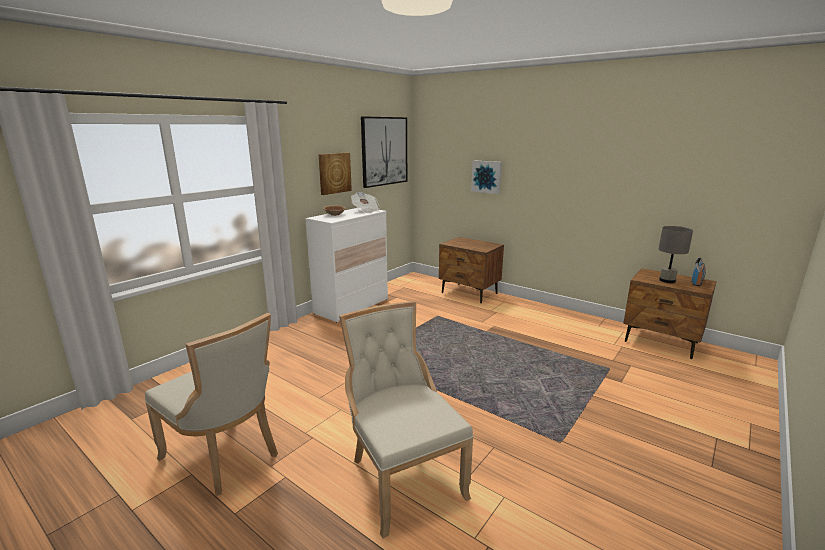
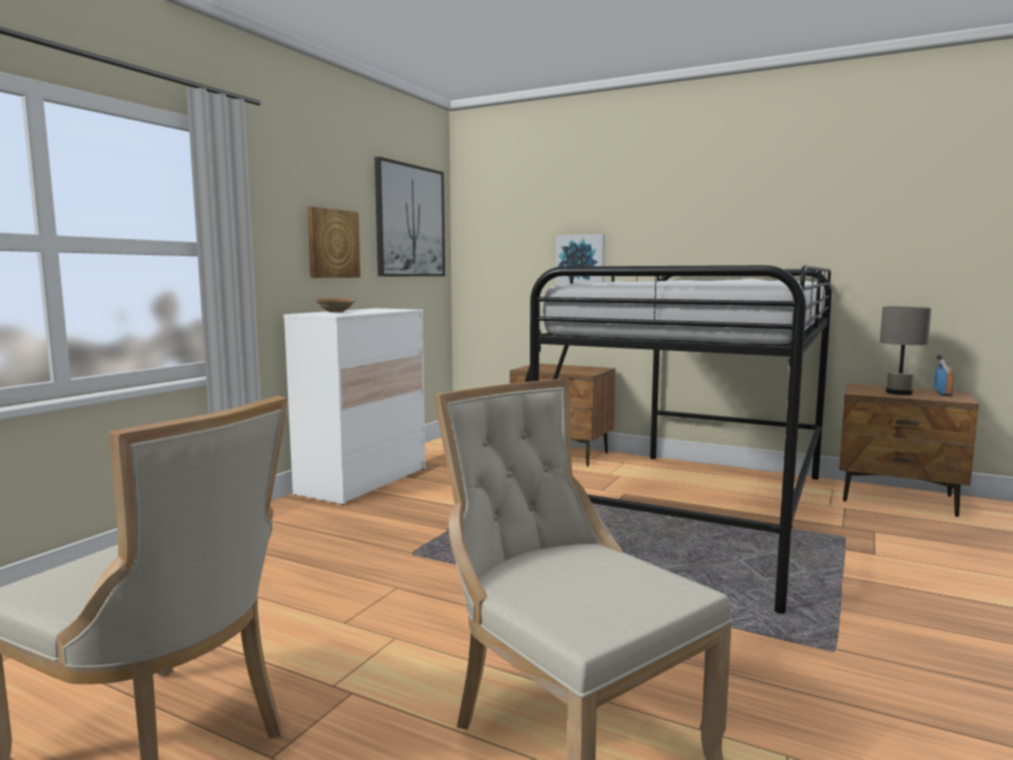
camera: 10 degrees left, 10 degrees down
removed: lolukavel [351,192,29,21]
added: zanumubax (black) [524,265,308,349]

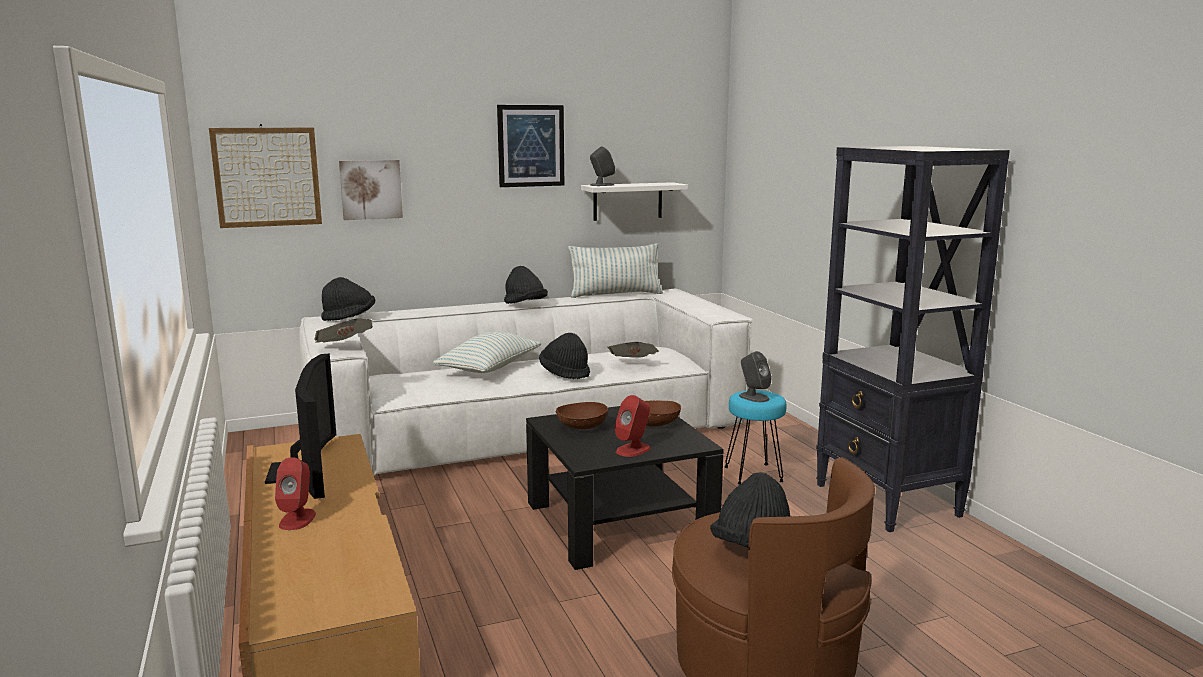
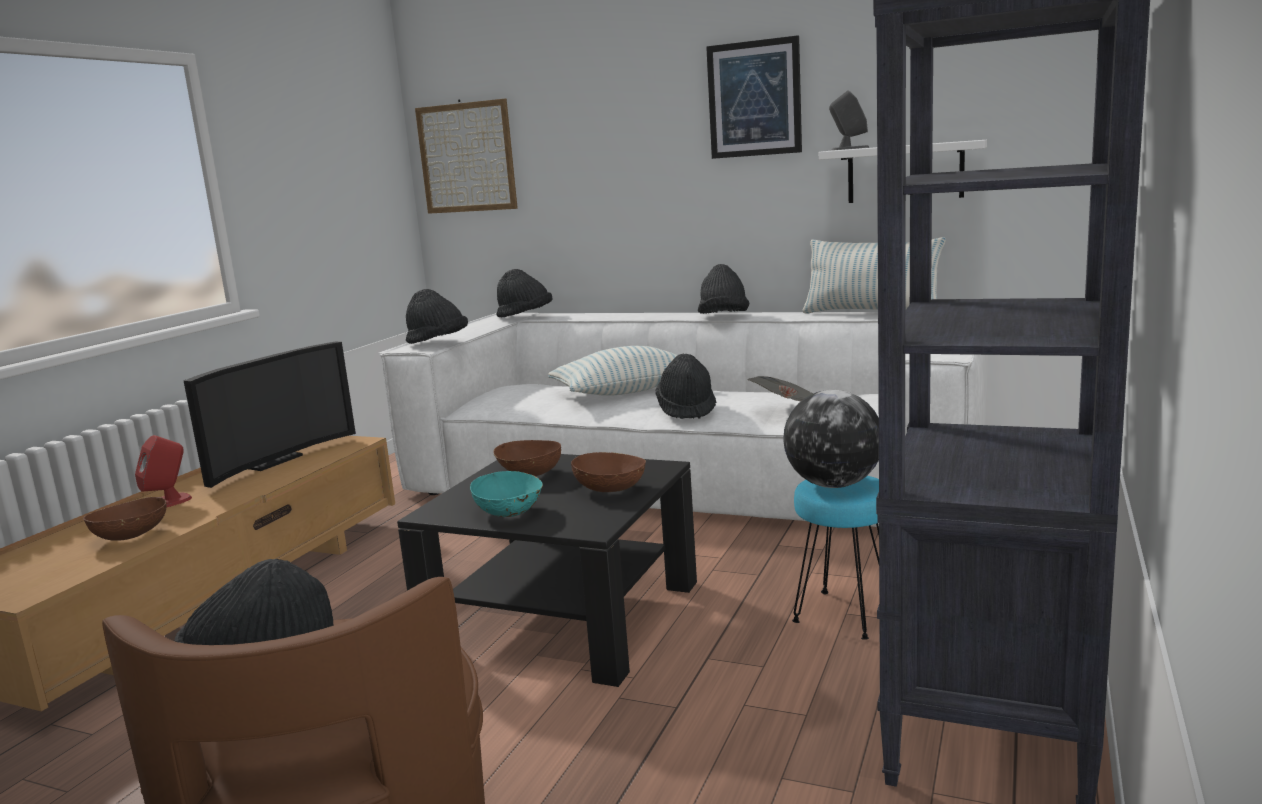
camera: 45 degrees right, 0 degrees up
removed: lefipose [339,160,64,60]
added: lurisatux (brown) [83,497,83,44]
replaced: lolukavel [314,318,58,25] to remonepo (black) [406,289,62,55]; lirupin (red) [615,395,35,62] to lurisatux (turquoise) [470,471,73,46]; lirupin (grey) [739,351,33,51] to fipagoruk [783,390,96,98]

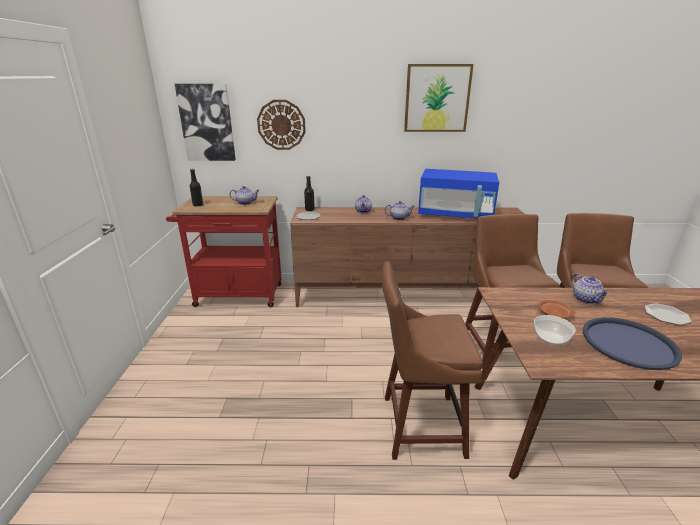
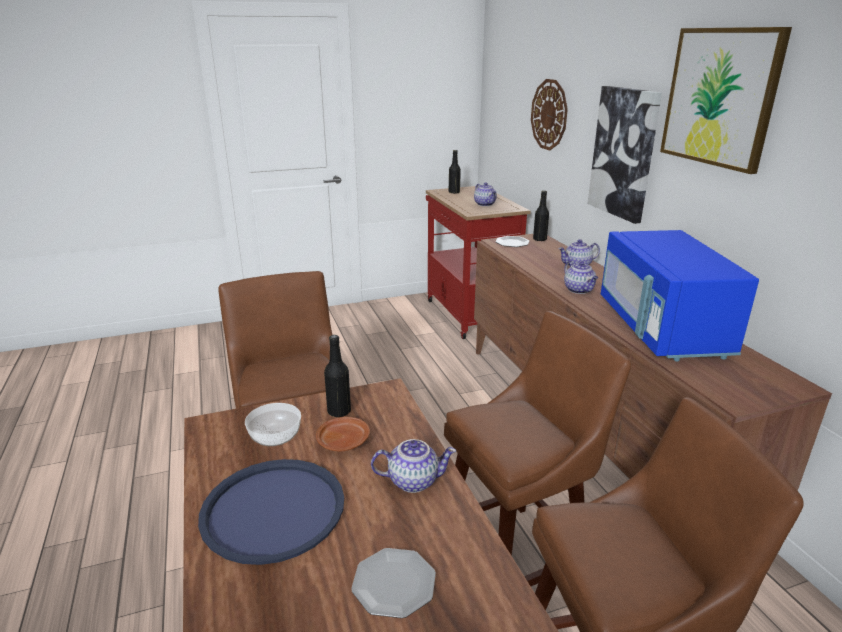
camera: 70 degrees right, 0 degrees up
added: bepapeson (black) [324,335,27,82]
moved: lefipose [175,84,61,77] to [588,86,74,138]
turned: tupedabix [572,273,38,31] = [371,439,85,54] 150 degrees counterclockwise

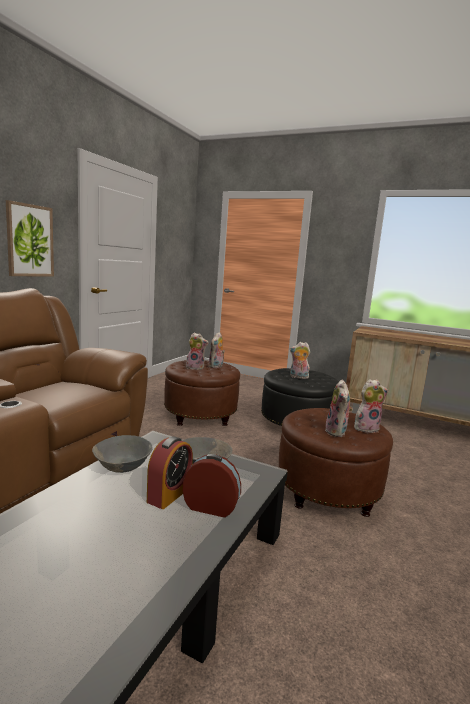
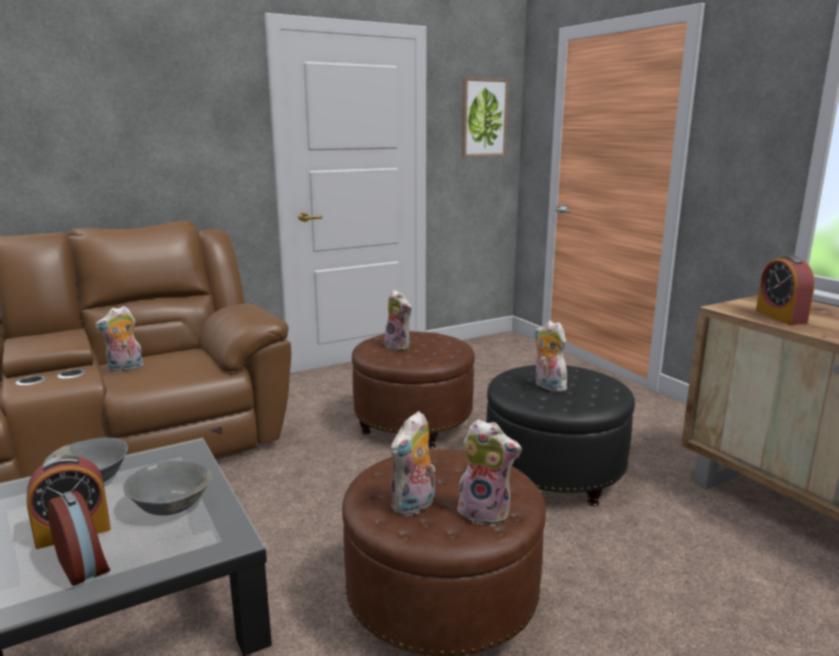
camera: 35 degrees right, 5 degrees up
added: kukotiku [756,255,59,70]
moved: lefipose [6,200,48,77] to [462,77,47,80]; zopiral [208,332,17,36] to [95,306,49,66]

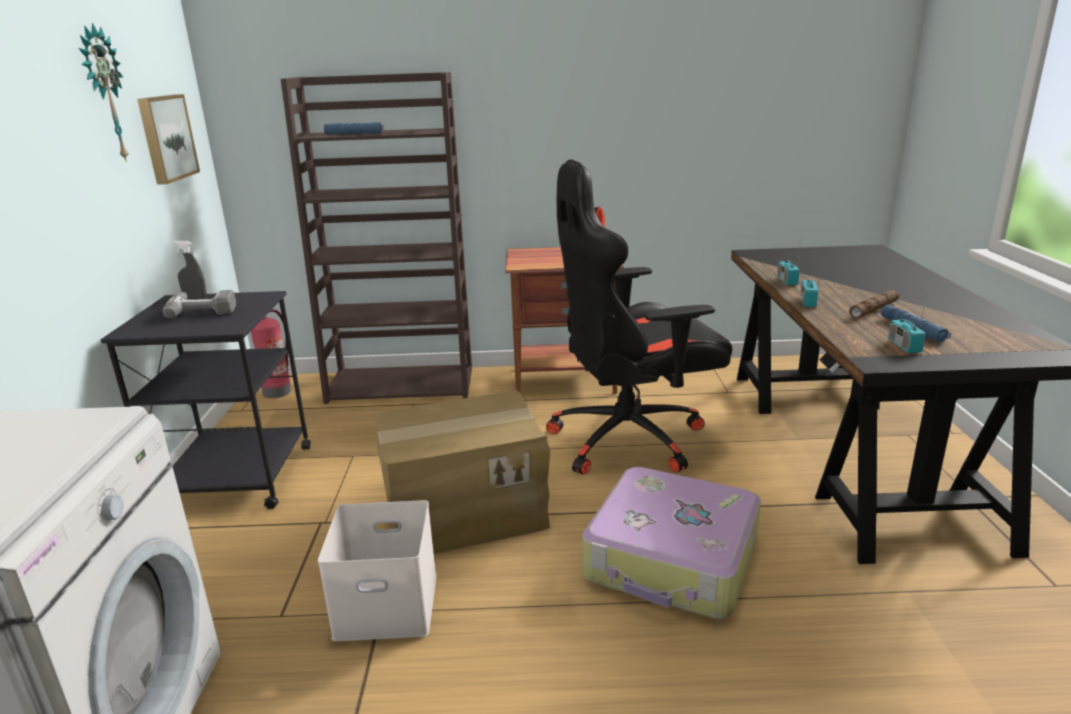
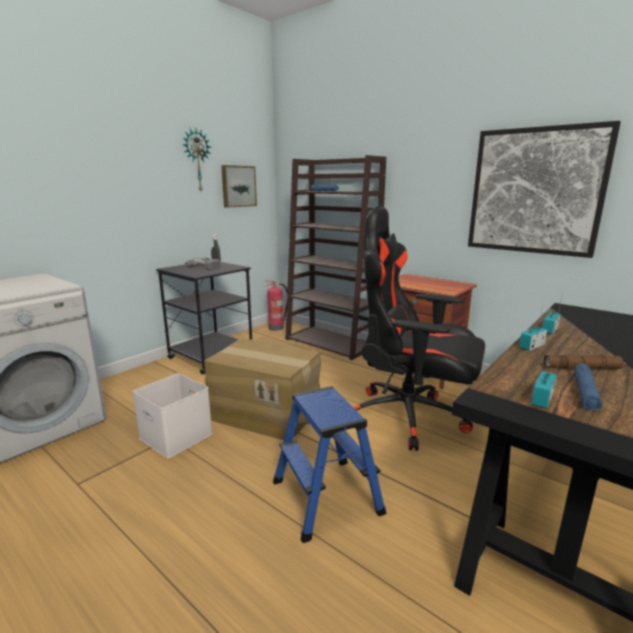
camera: 40 degrees right, 5 degrees down
added: lefipose [468,121,153,137]
replaced: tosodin [582,467,179,152] to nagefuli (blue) [273,386,113,157]

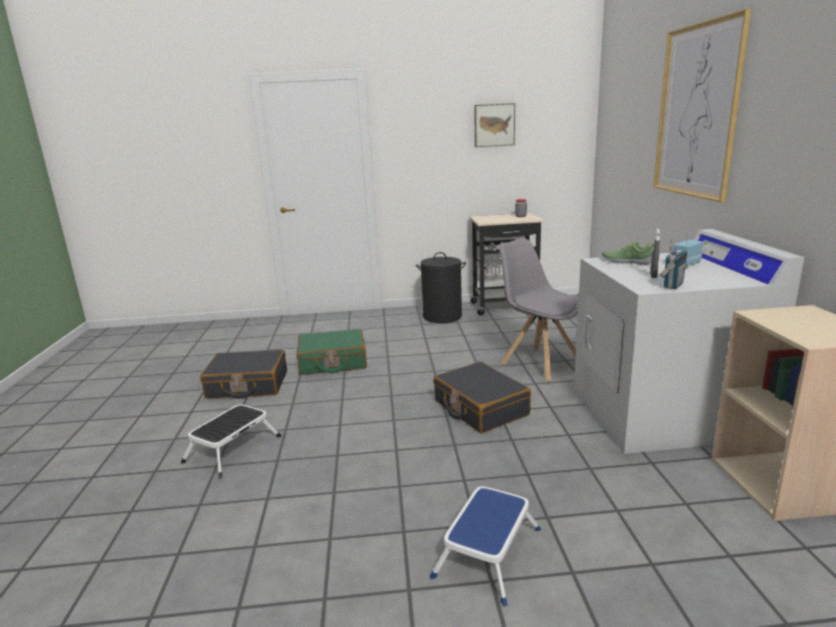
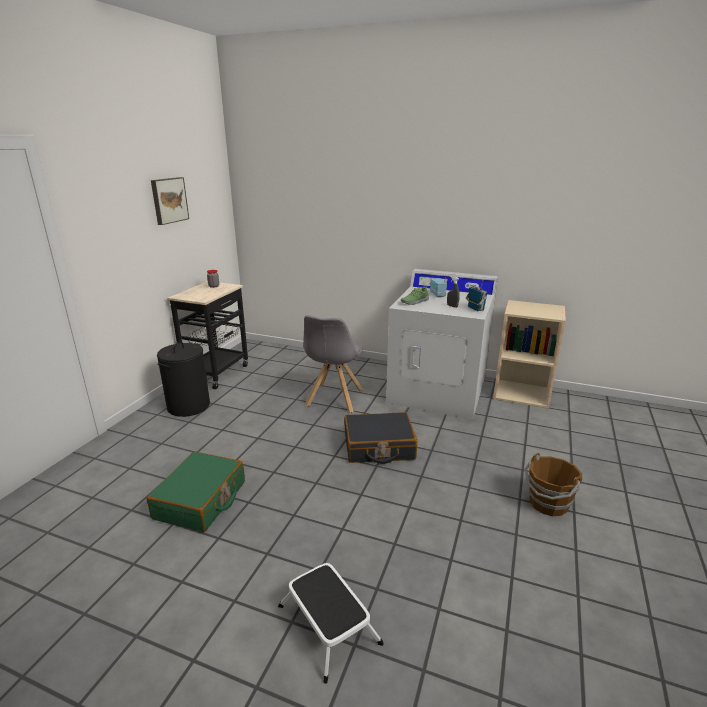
camera: 65 degrees left, 5 degrees up
removed: tosodin (black) [200,350,87,49]; lefipose [653,8,98,194]
replaced: nagefuli (blue) [430,486,111,120] to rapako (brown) [525,453,57,63]
turned: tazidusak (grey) [499,238,80,143] = [303,315,60,98] 60 degrees counterclockwise

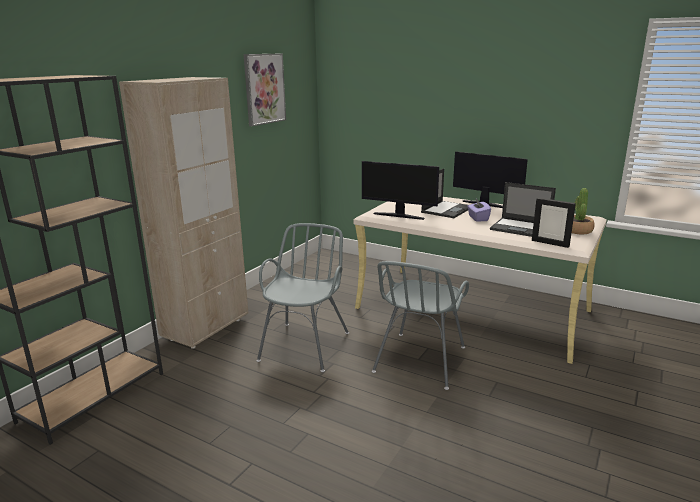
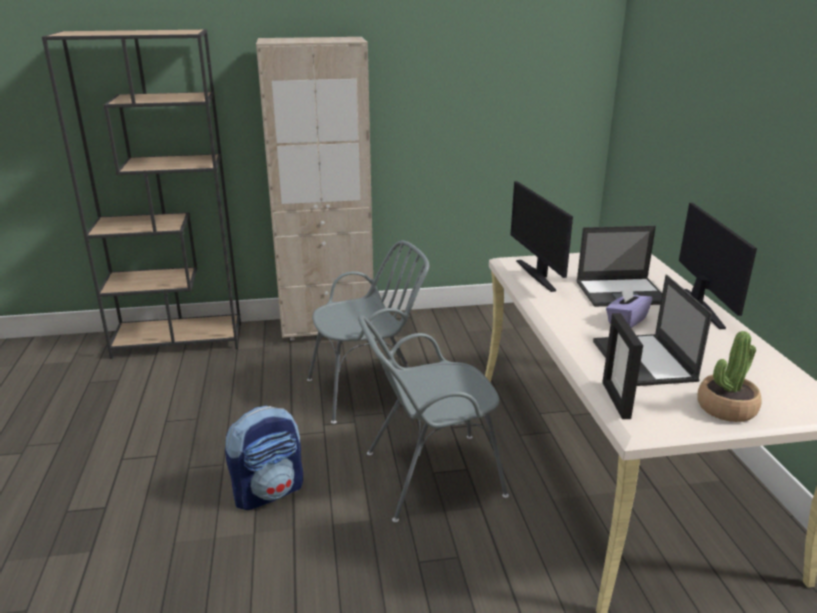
camera: 50 degrees right, 5 degrees up
removed: lefipose [244,54,42,72]
added: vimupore [225,406,78,104]

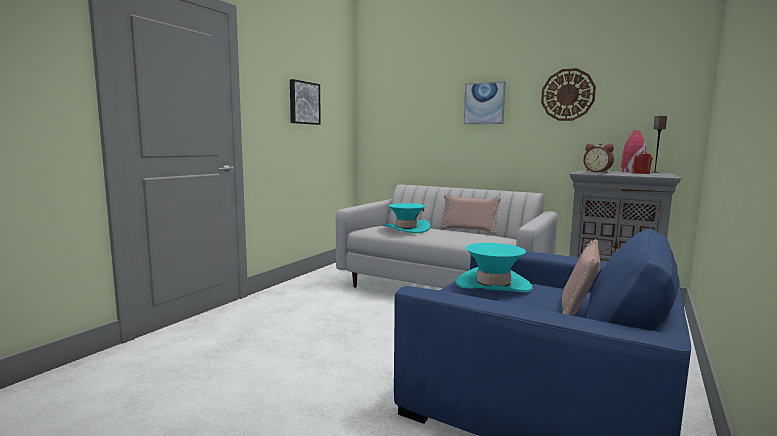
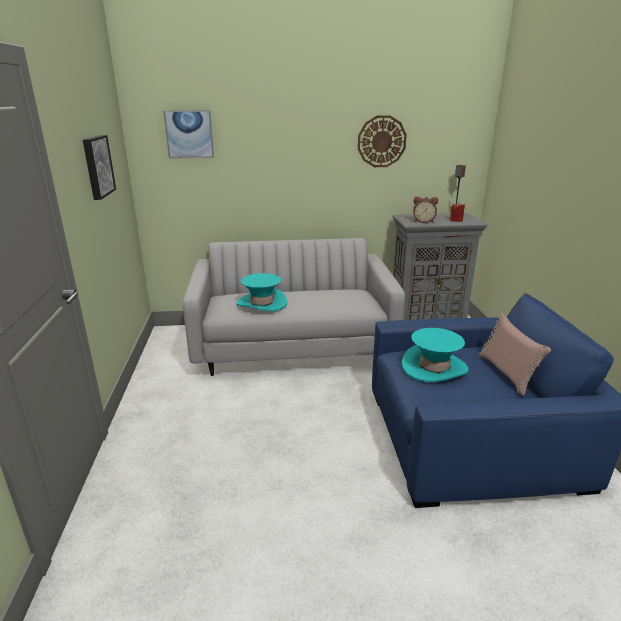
camera: 35 degrees left, 15 degrees up
removed: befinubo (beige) [440,194,61,40]; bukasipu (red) [621,130,25,42]
moved: lefipose [464,81,42,43] to [163,110,51,48]

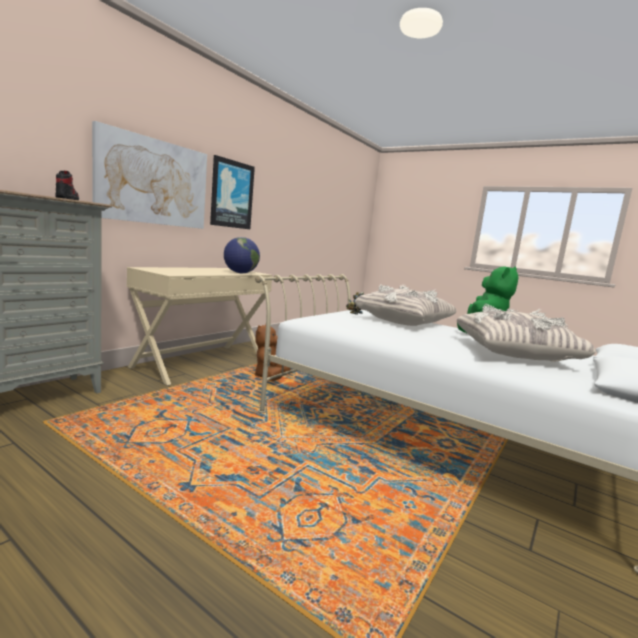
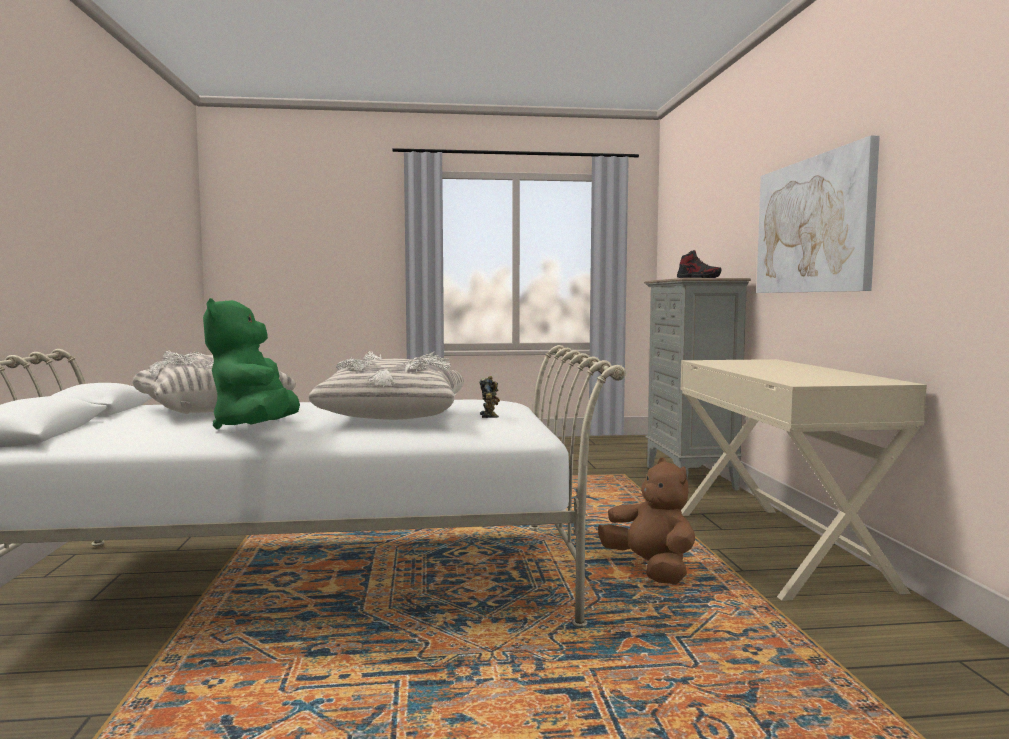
camera: 140 degrees right, 5 degrees down
removed: lefipose [210,155,45,74]; fipagoruk [224,237,36,36]

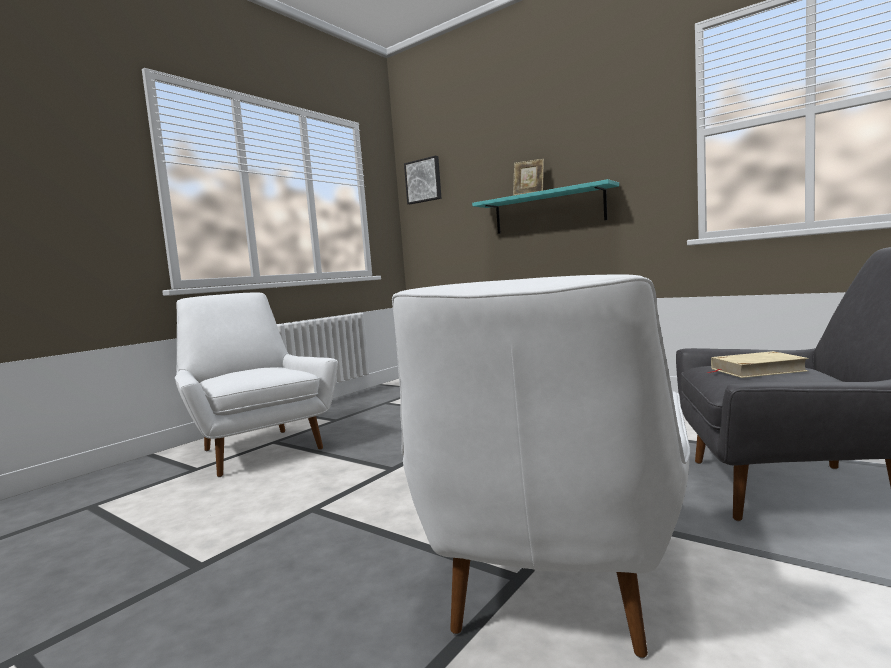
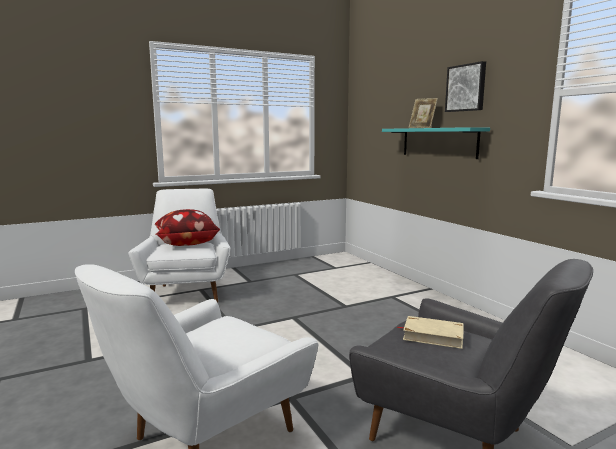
camera: 25 degrees right, 5 degrees up
added: befinubo [155,209,65,37]
moved: lefipose [404,156,38,48] to [445,61,41,51]

